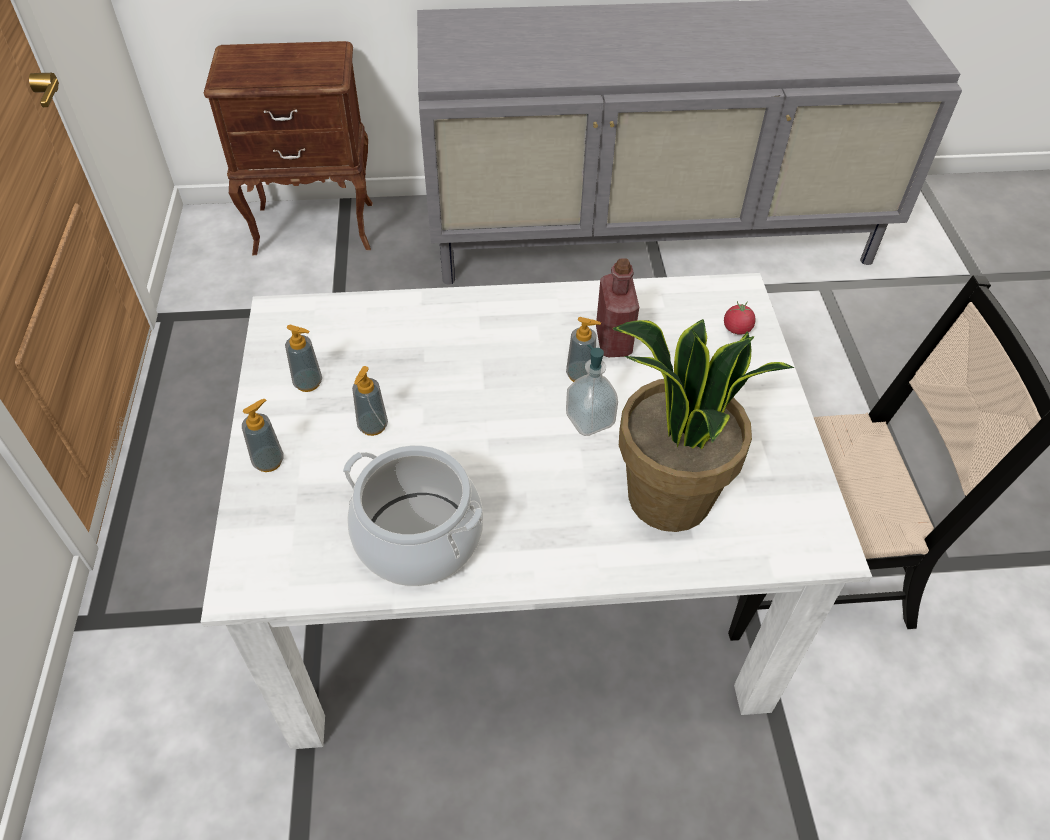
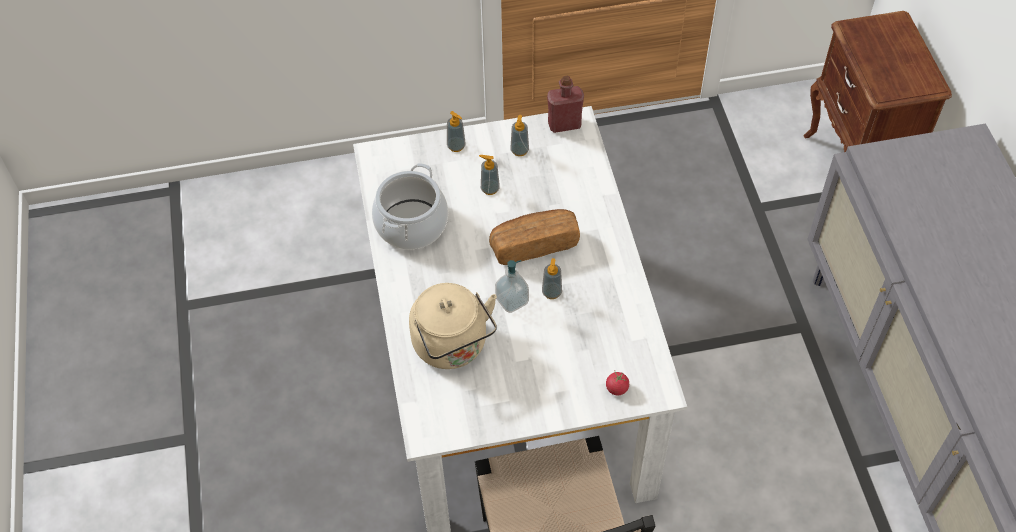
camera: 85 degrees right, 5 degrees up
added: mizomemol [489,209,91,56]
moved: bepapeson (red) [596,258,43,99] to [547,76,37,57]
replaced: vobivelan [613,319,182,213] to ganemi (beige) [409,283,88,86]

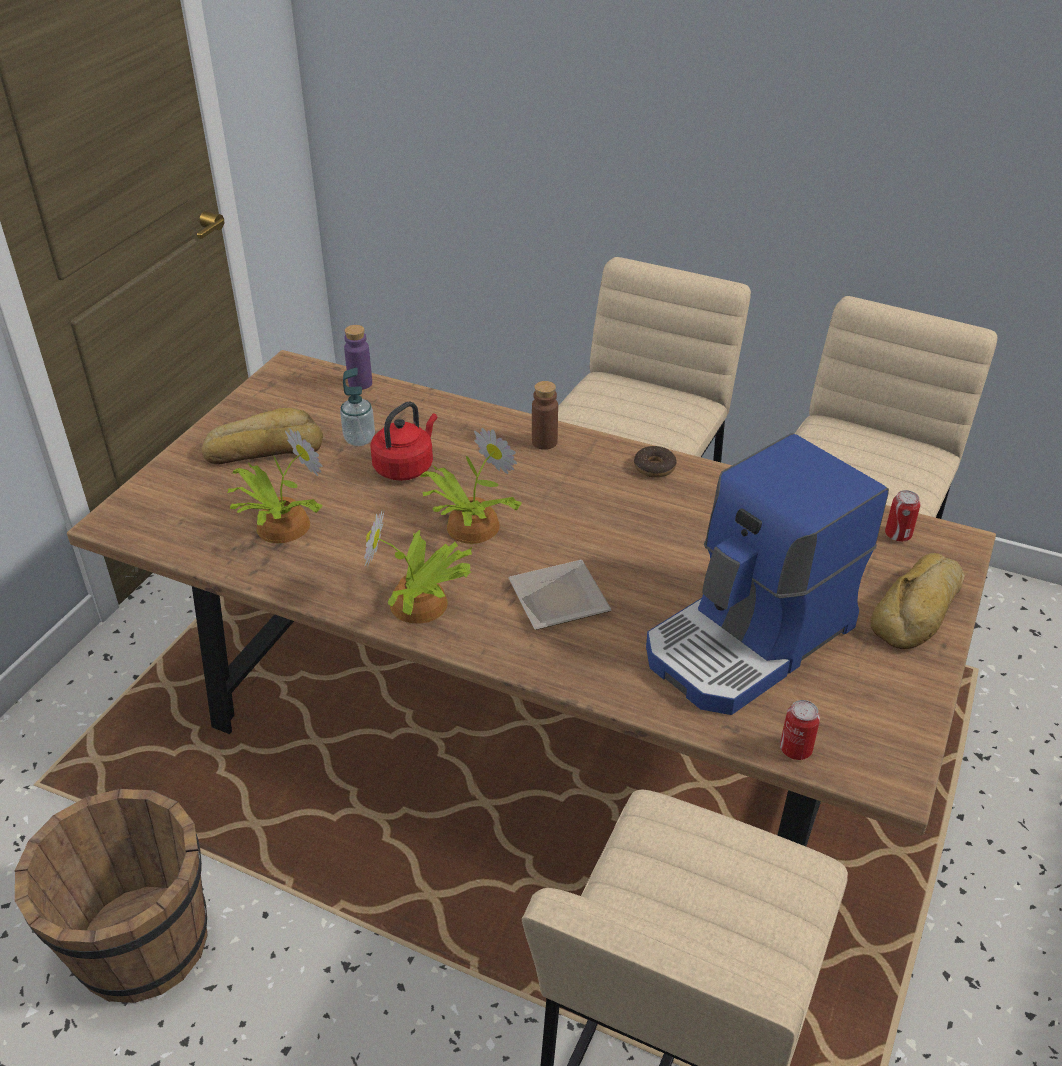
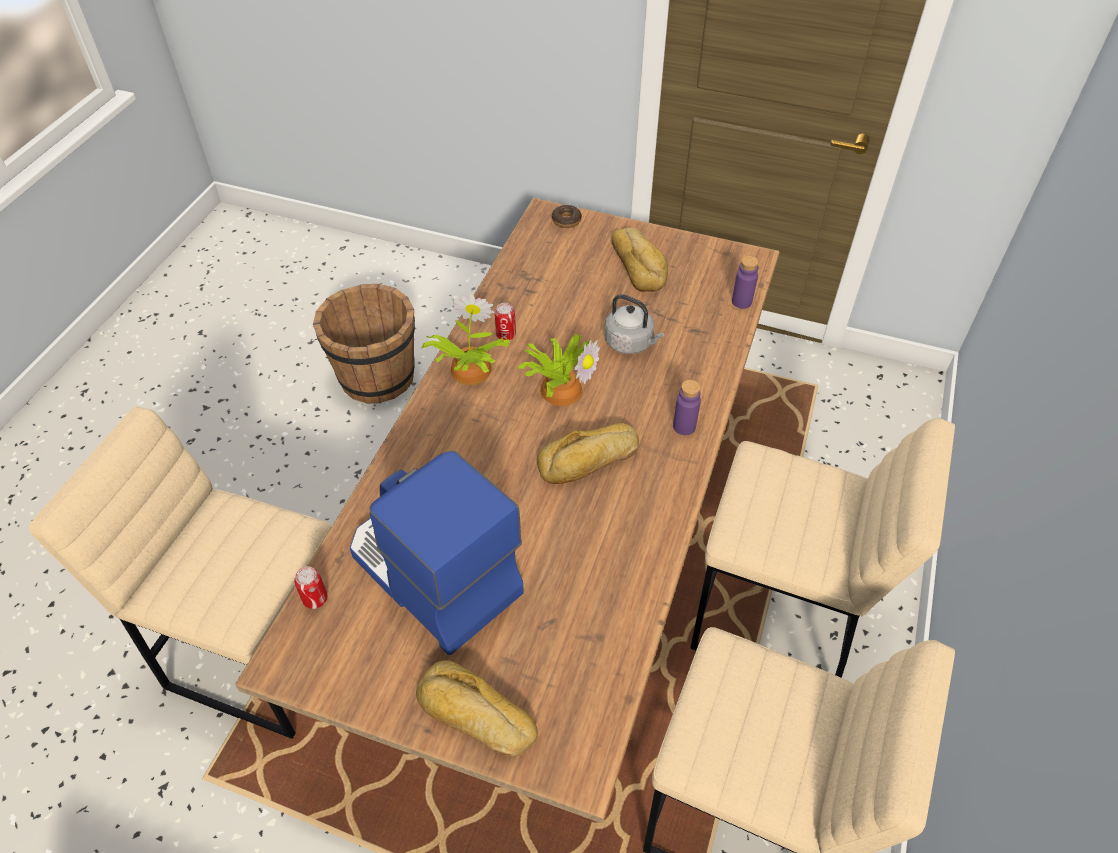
camera: 85 degrees right, 10 degrees up
removed: vobivelan [227,428,96,115]; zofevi [340,368,35,78]; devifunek [508,560,104,70]
added: mizomemol [537,423,102,61]
moved: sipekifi [634,446,43,32] to [552,205,30,23]; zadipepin [885,490,35,51] to [495,303,21,37]
recoloured: ganemi (red) [370,401,67,80] to ganemi (grey) [605,294,59,60]; bepapeson (brown) [532,381,26,69] to bepapeson (purple) [673,380,28,55]

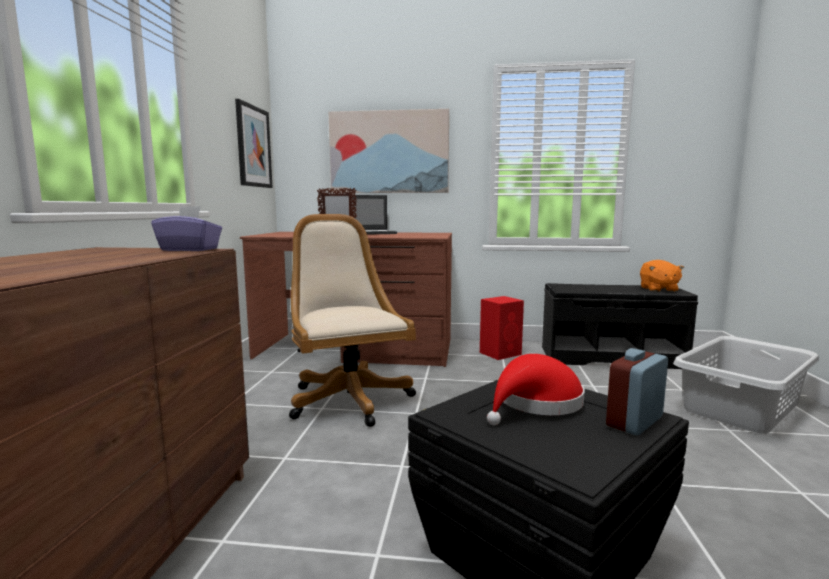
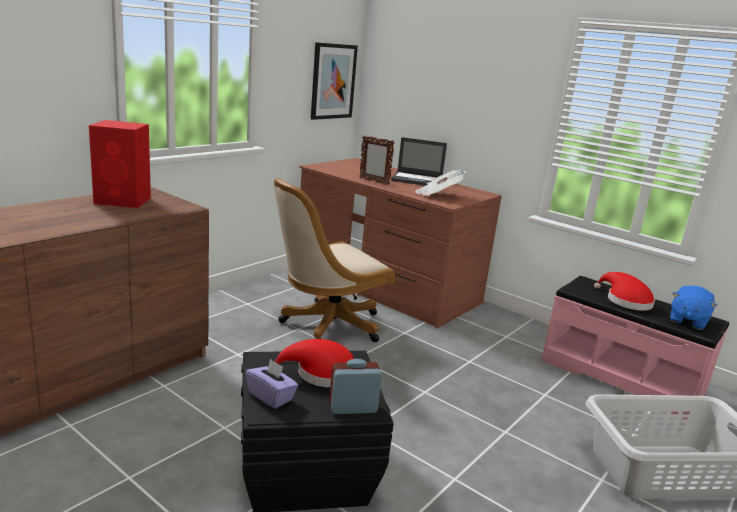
camera: 30 degrees right, 10 degrees up
removed: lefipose [329,109,120,84]
added: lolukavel [415,170,51,26]; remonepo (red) [594,272,61,39]
moved: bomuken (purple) [151,206,71,45] to [245,359,53,50]; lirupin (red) [480,296,44,64] to [89,120,62,88]
recoloured: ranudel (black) [542,283,156,86] to ranudel (pink) [541,276,188,144]; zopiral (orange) [640,260,44,32] to zopiral (blue) [670,286,47,44]
turned: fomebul [289,214,127,213] = [274,178,121,164] 135 degrees counterclockwise

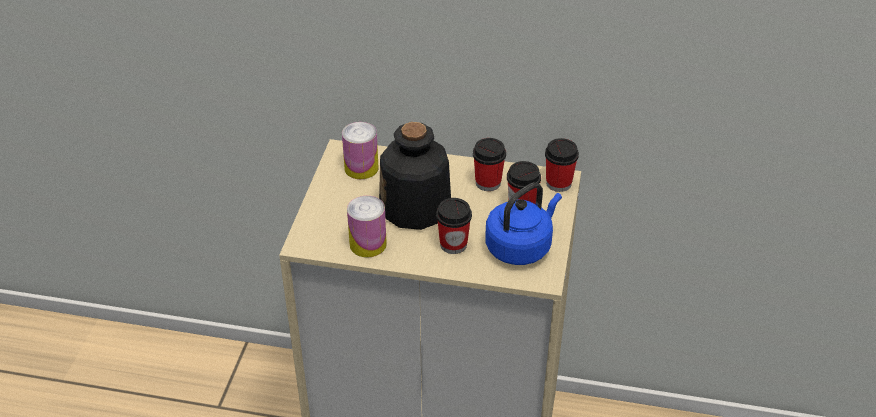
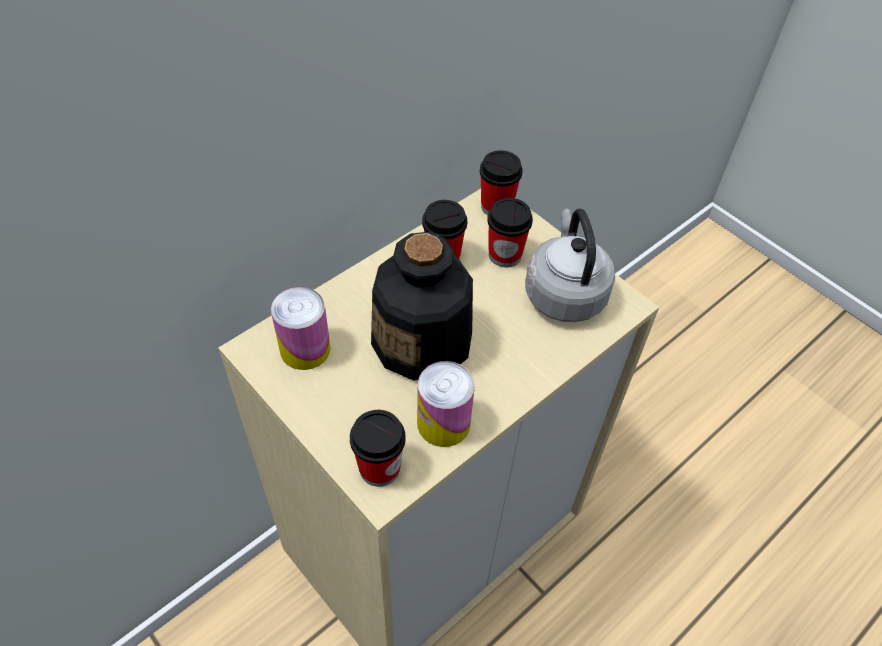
camera: 55 degrees left, 10 degrees up
moved: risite [436,198,36,56] to [350,410,56,77]
recoloured: ganemi (blue) [485,182,77,83] to ganemi (grey) [525,209,90,113]

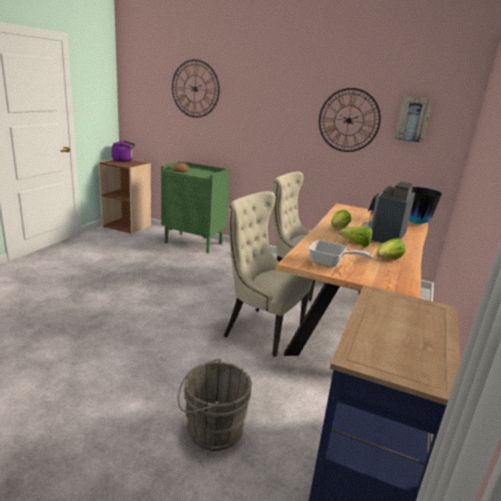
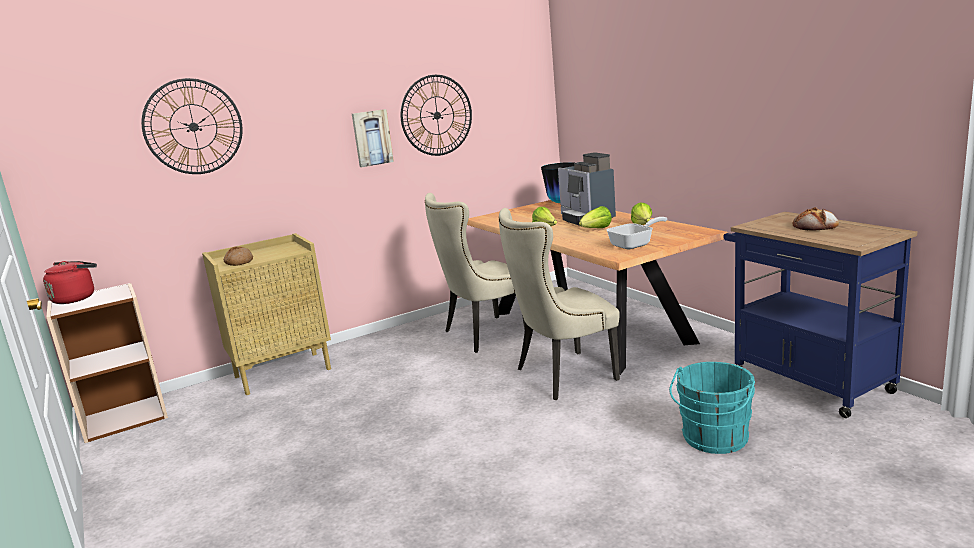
camera: 50 degrees left, 5 degrees down
added: mizomemol [793,207,46,24]
moved: lefipose [395,97,38,46] to [352,109,42,58]
recoloured: ganemi (purple) [112,141,23,21] to ganemi (red) [43,261,54,43]; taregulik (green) [161,161,69,92] to taregulik (beige) [202,233,129,162]; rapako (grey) [178,358,74,93] to rapako (turquoise) [669,362,86,92]

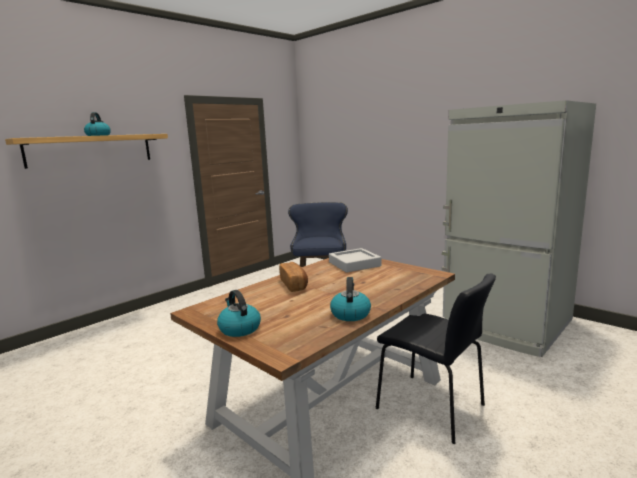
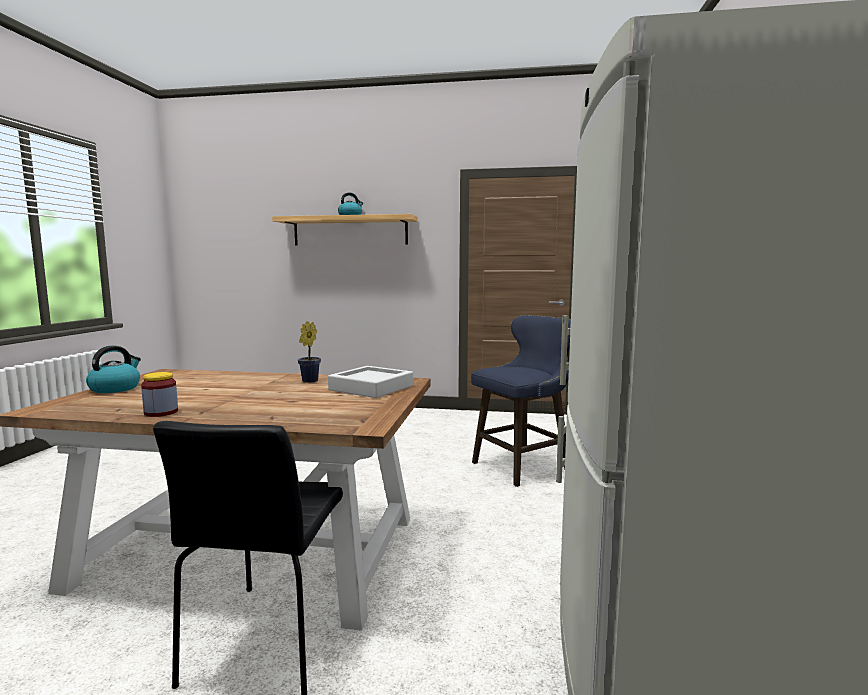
camera: 55 degrees right, 5 degrees down
removed: mizomemol [279,262,29,30]
added: vobivelan [298,321,23,62]
replaced: ganemi [330,277,41,44] to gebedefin [141,372,37,45]

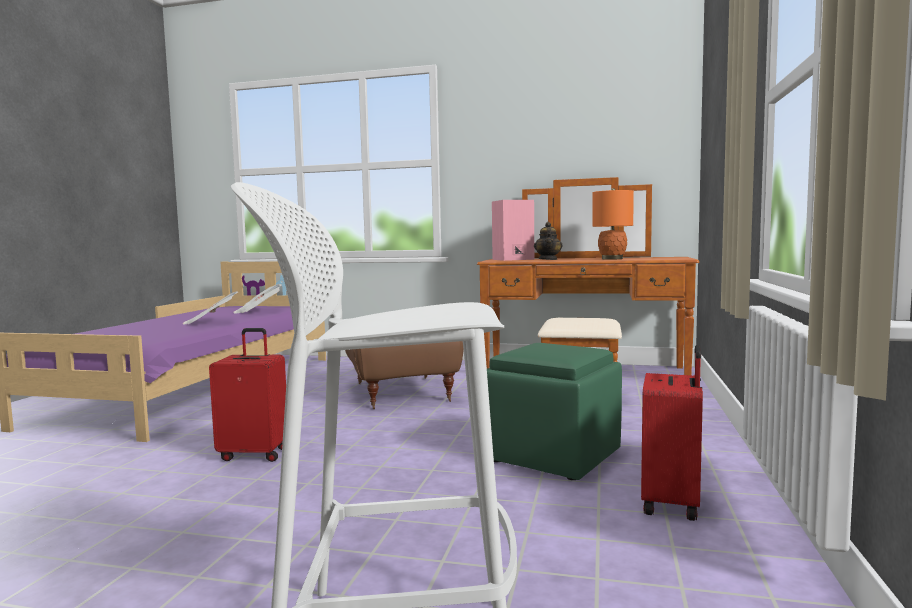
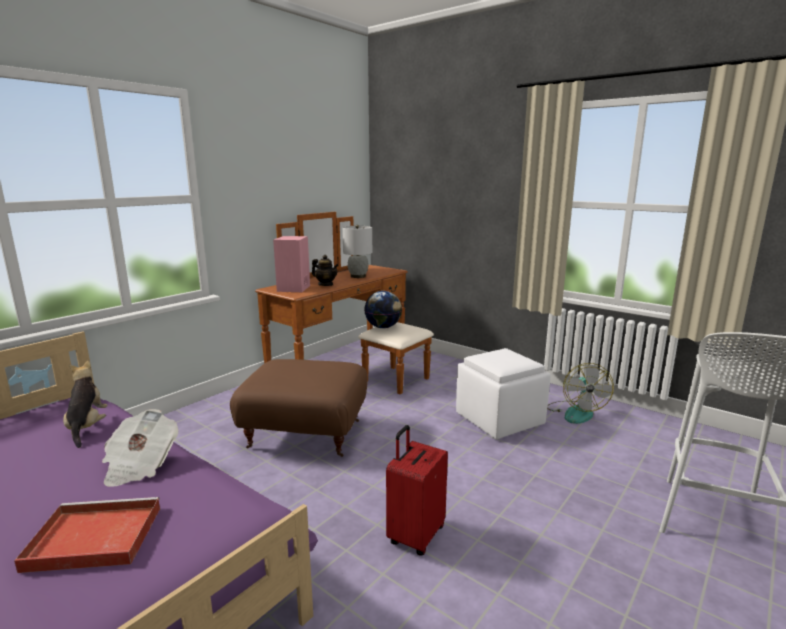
camera: 65 degrees left, 10 degrees up
added: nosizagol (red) [14,497,146,76]; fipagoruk [364,291,38,37]
replaced: lolukavel [233,284,48,30] to zopiral [63,361,45,87]; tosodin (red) [641,345,62,176] to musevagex [547,363,67,61]
recoloured: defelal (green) [487,343,135,137] to defelal (white) [456,348,95,91]; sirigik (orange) [592,188,42,72] to sirigik (white) [342,225,30,53]

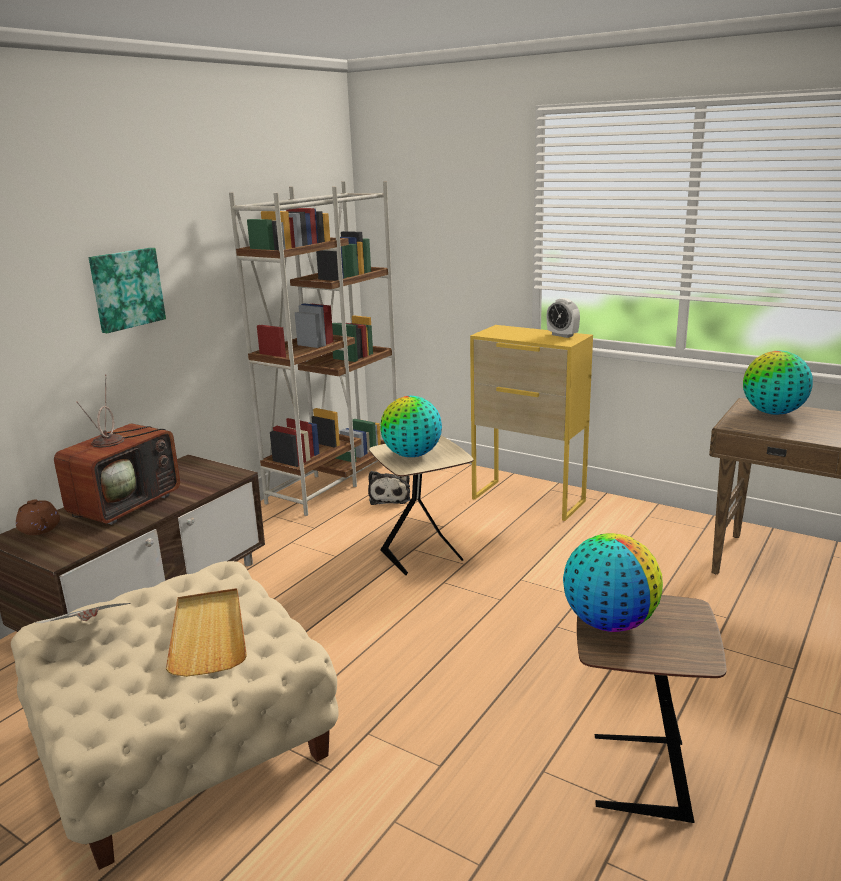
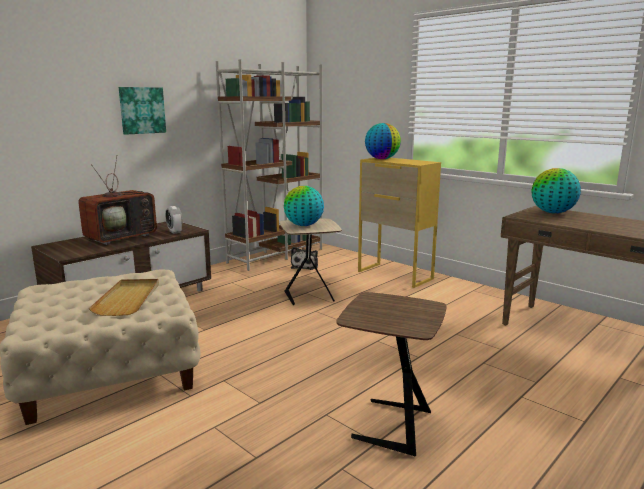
camera: 10 degrees right, 5 degrees down
removed: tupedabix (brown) [16,499,44,36]; lolukavel [35,603,96,20]
moved: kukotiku [547,298,33,40] to [165,206,18,28]; fipagoruk [563,533,100,99] to [365,123,36,36]

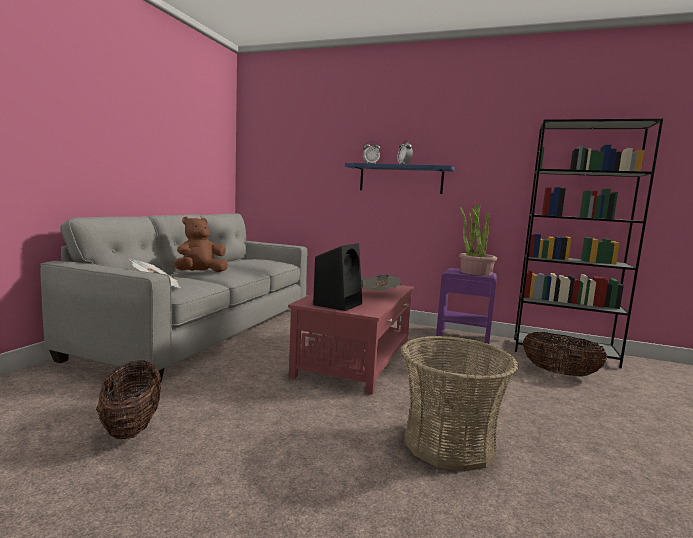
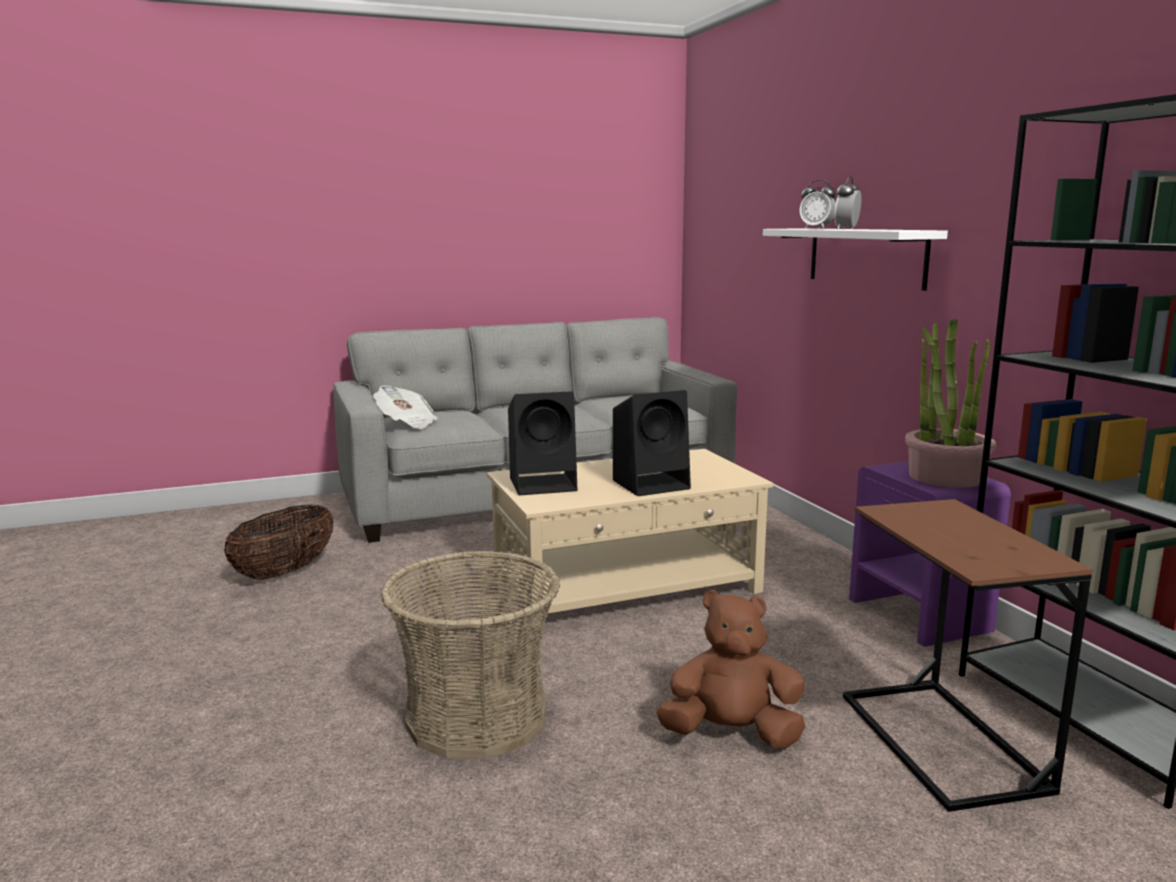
camera: 50 degrees right, 5 degrees up
moved: zopiral (brown) [174,217,54,55] to [656,590,149,159]
replaced: lolukavel [361,275,40,16] to lirupin (black) [613,390,78,106]; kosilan [523,332,84,45] to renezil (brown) [843,499,250,313]
recoloured: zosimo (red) [288,285,126,110] to zosimo (beige) [487,449,286,184]; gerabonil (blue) [345,163,110,31] to gerabonil (white) [763,228,185,63]

